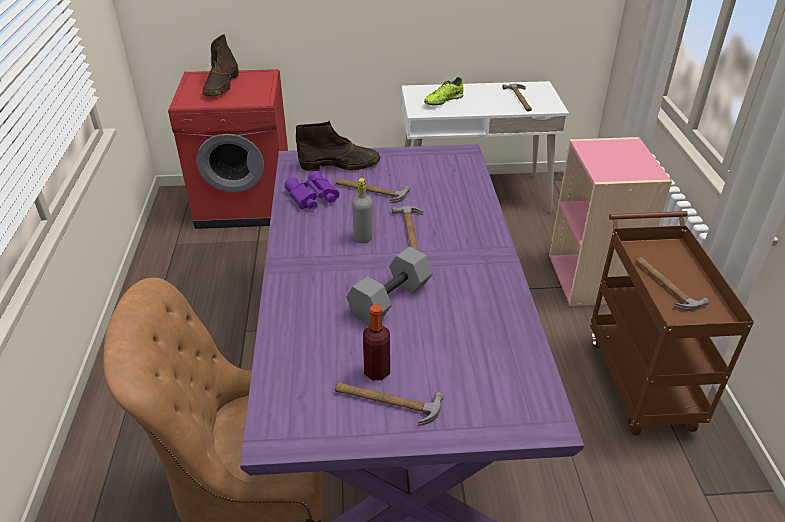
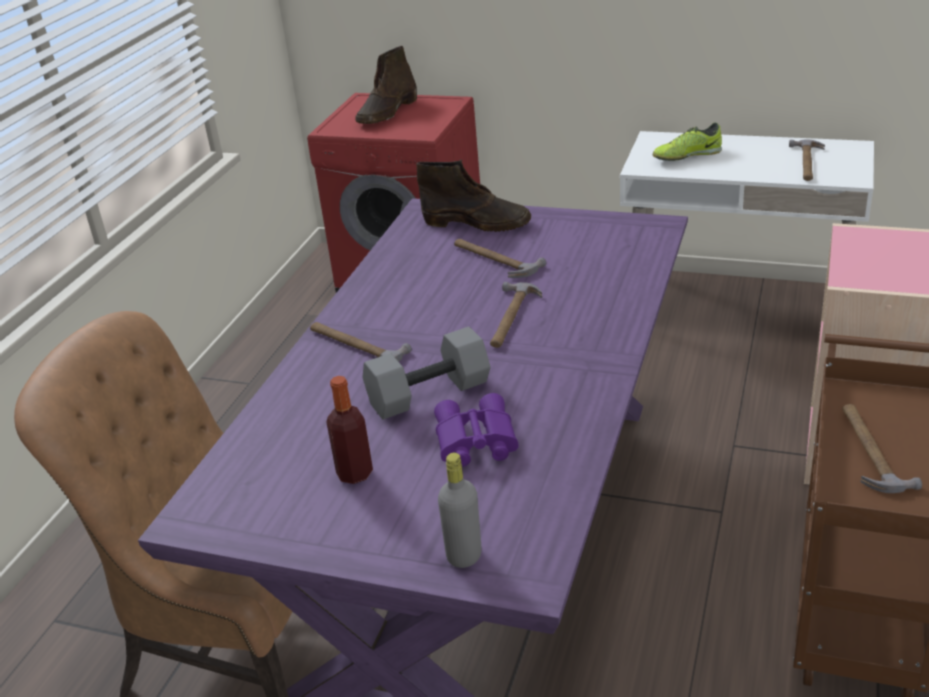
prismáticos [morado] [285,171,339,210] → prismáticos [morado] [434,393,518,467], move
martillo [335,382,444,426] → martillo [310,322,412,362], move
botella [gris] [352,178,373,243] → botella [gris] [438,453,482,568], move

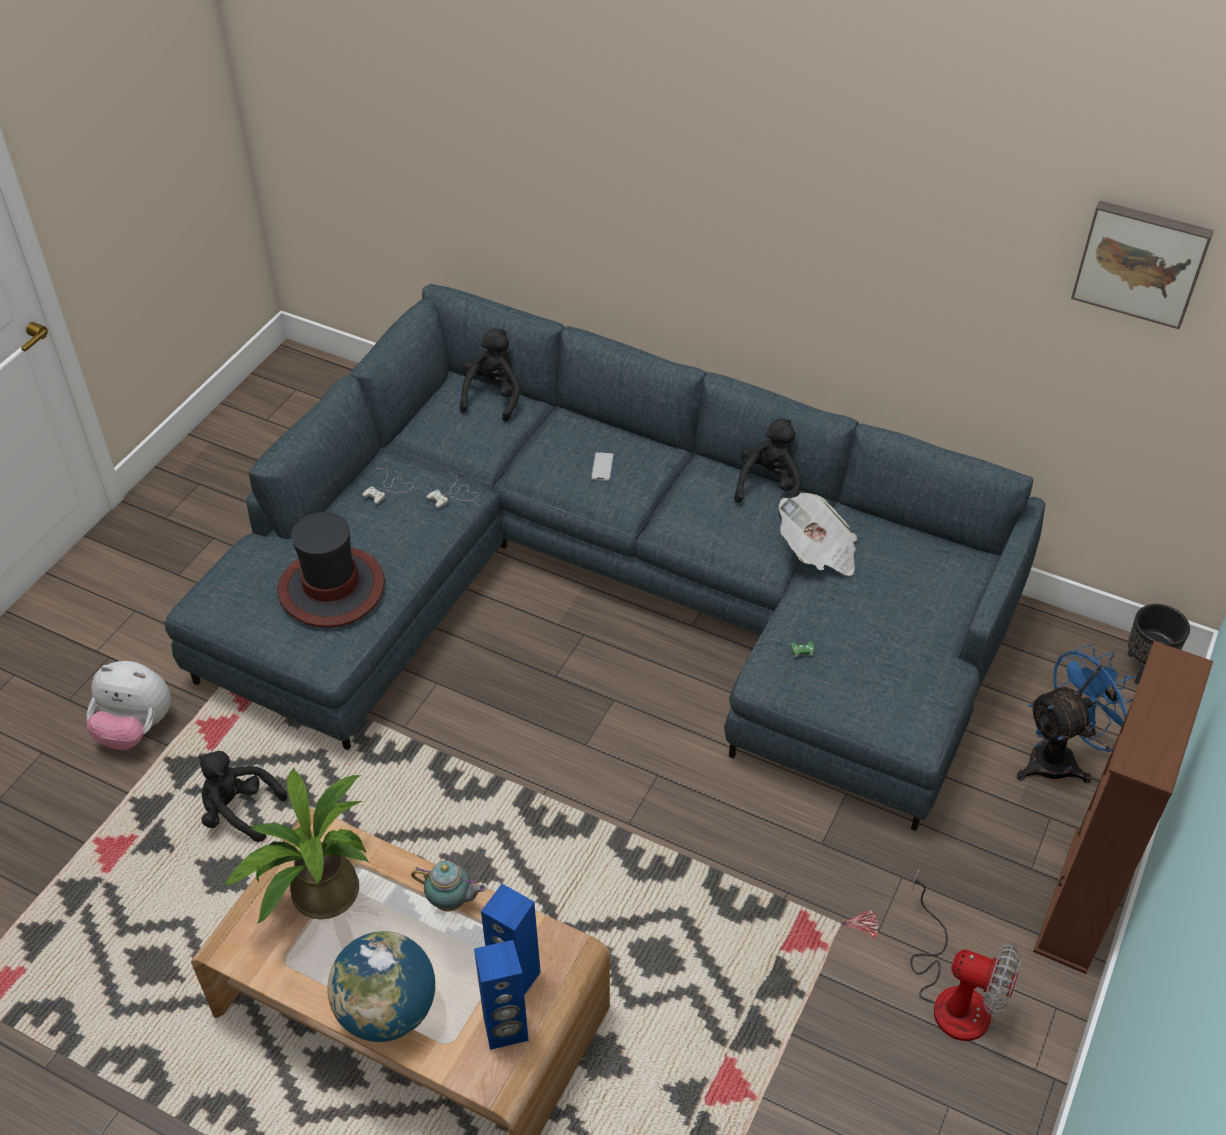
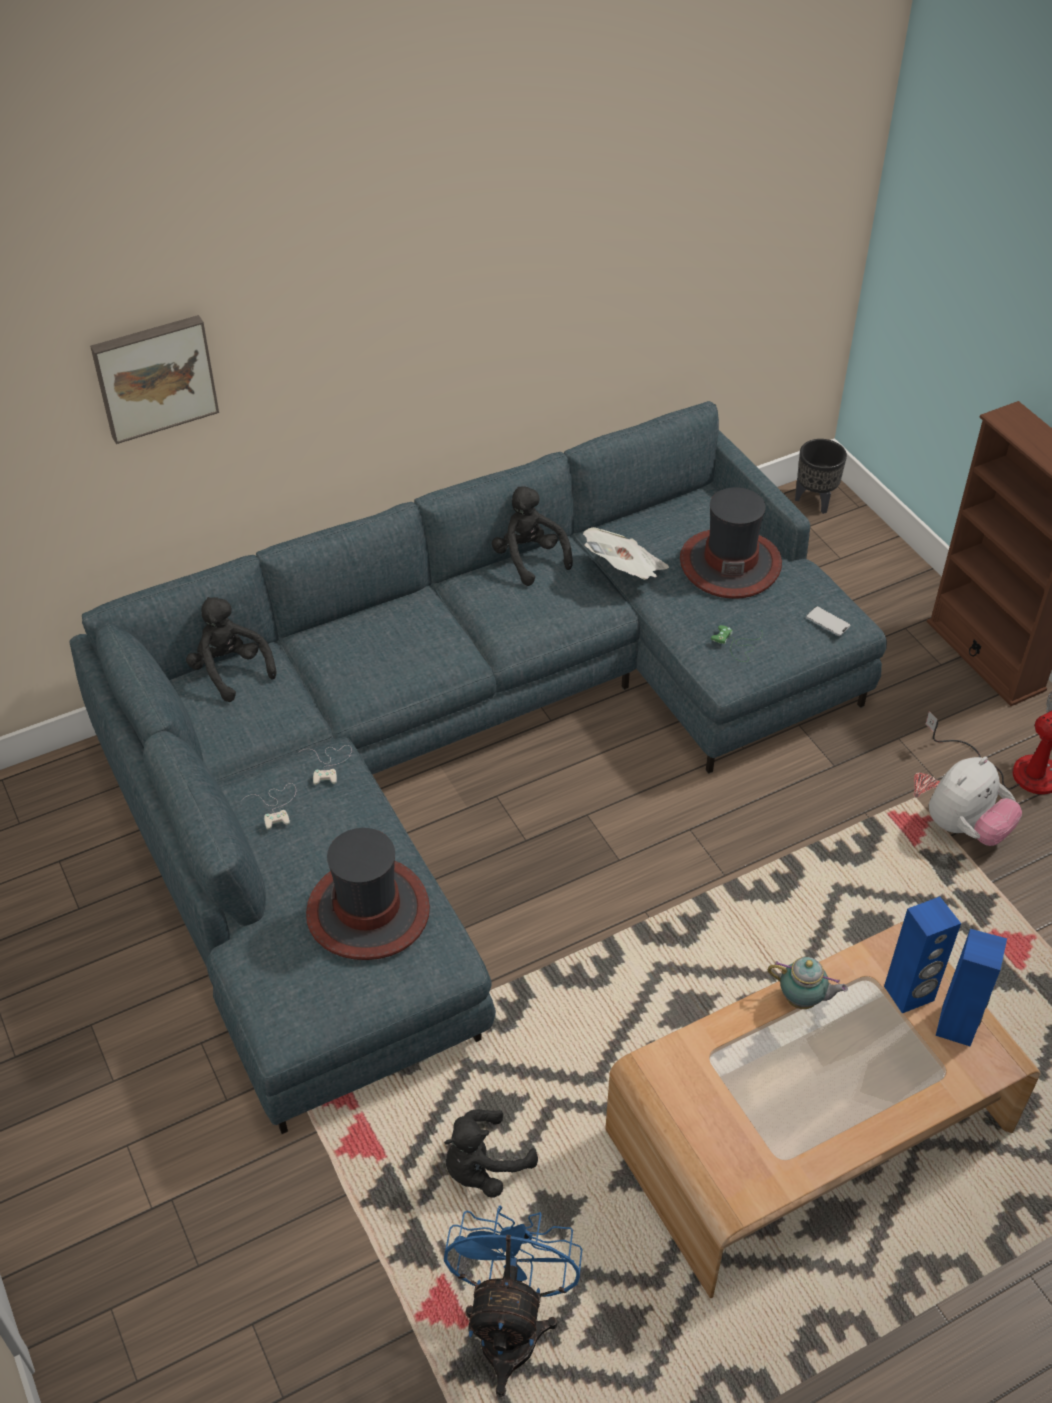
planta en maceta [223,767,368,924] → -
globo terráqueo [327,931,435,1042] → -
- → sombrero [680,487,782,599]
peluche [86,661,171,750] → peluche [929,757,1022,846], move
móvil [591,452,614,481] → móvil [806,606,850,636], move
ventilador [azul] [1017,644,1134,783] → ventilador [azul] [444,1206,582,1397], move
cuadro [1071,201,1214,329] → cuadro [90,315,219,444], move
tetera [411,861,486,911] → tetera [768,957,848,1009], 60 degrees clockwise

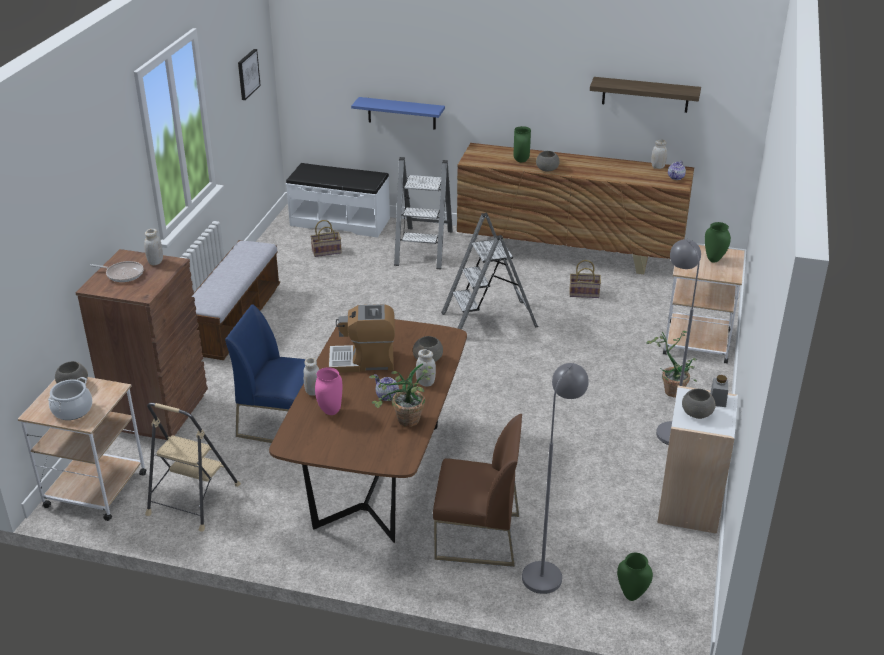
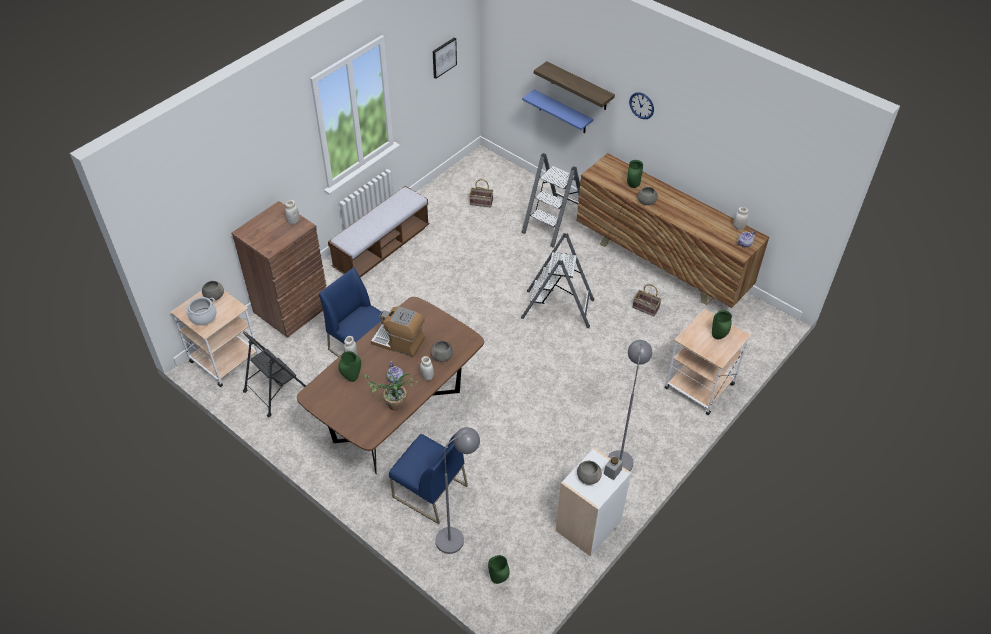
sartén [90,261,143,282] → -
banco [blanco] [286,163,390,238] → -
planta en maceta [646,331,697,397] → -
- → reloj de pared [629,92,654,119]
estante [590,77,701,113] → estante [534,61,615,110], move
escalera de tijera [beis] [145,403,241,532] → escalera de tijera [negro] [243,331,306,417]
florero [rosa] [315,367,342,415] → florero [verde] [338,351,361,382]
silla [marrón] [433,414,522,567] → silla [azul] [389,434,468,524]

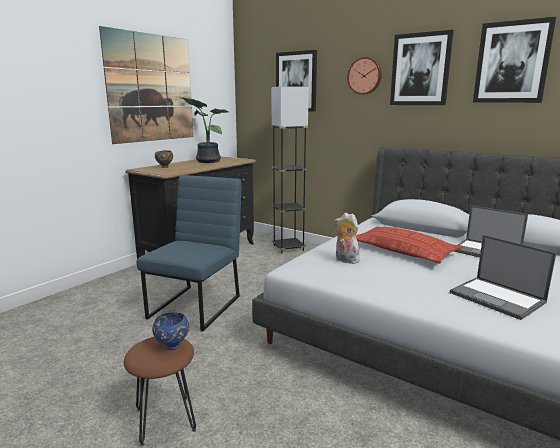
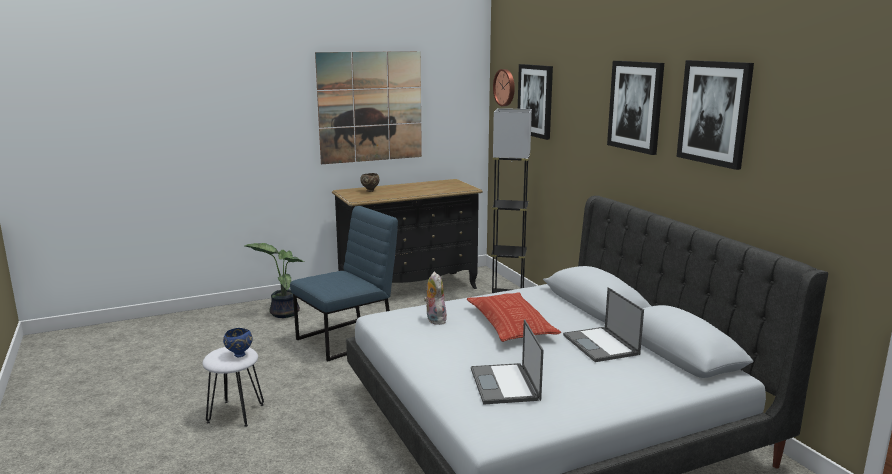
planta en maceta [181,97,228,163] → planta en maceta [245,243,304,318], move
reloj de pared [347,57,382,95] → reloj de pared [493,69,515,106], move
taburete [marrón] [124,337,196,446] → taburete [blanco] [202,347,264,427]

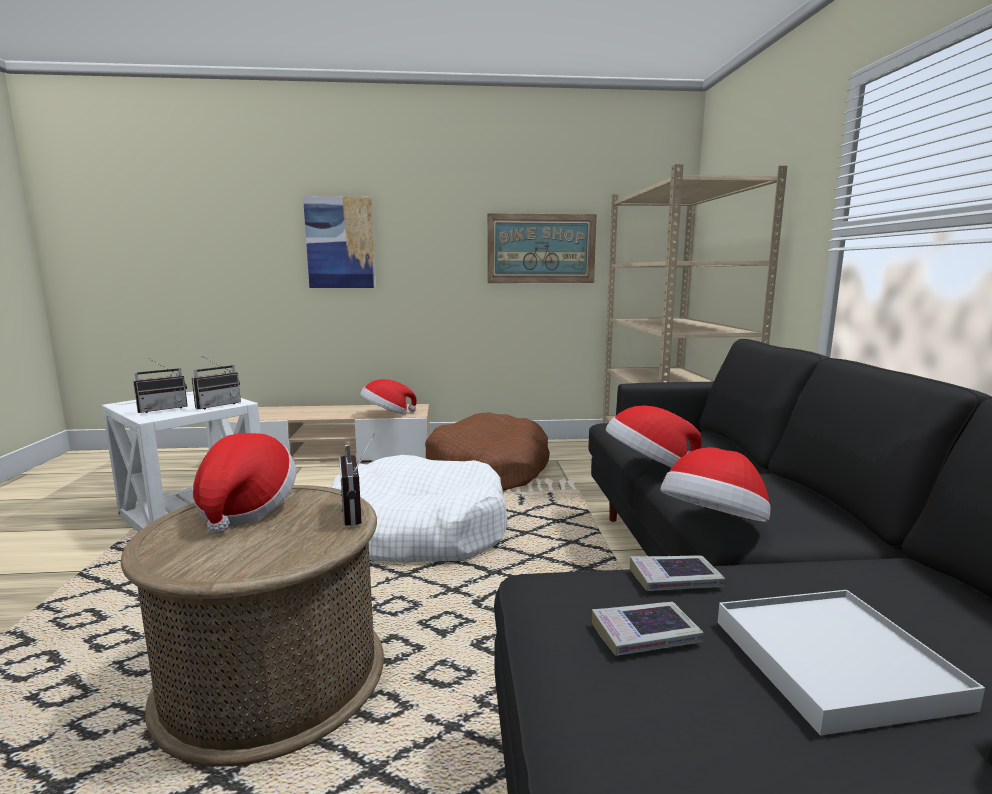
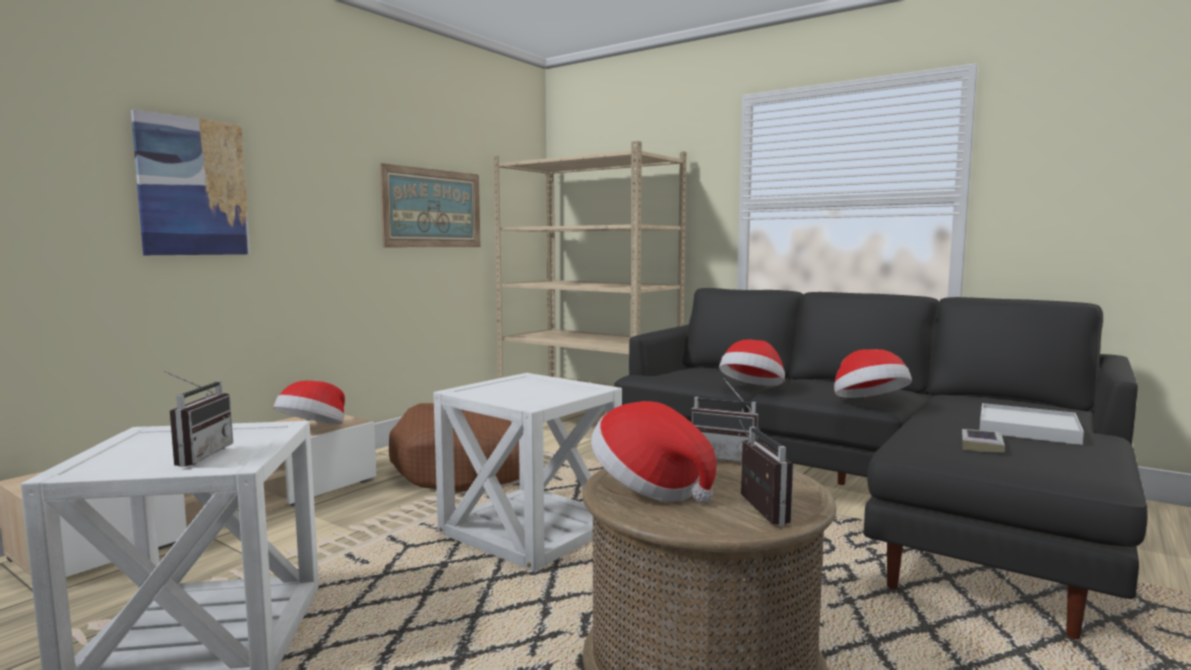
libro [630,556,725,591] → -
radio [192,356,241,409] → radio [739,420,794,525], move
cama para perro [blanco] [331,455,508,563] → mesa auxiliar [blanco] [434,373,622,571]

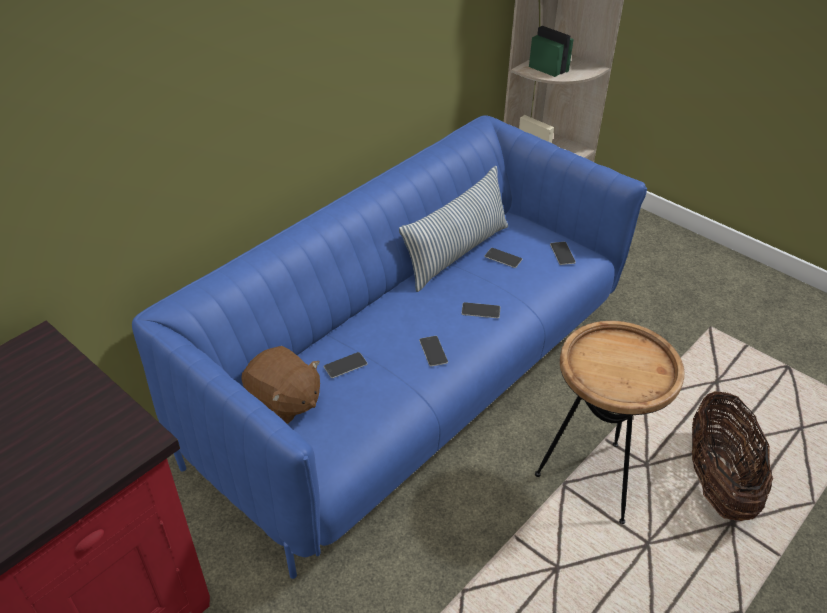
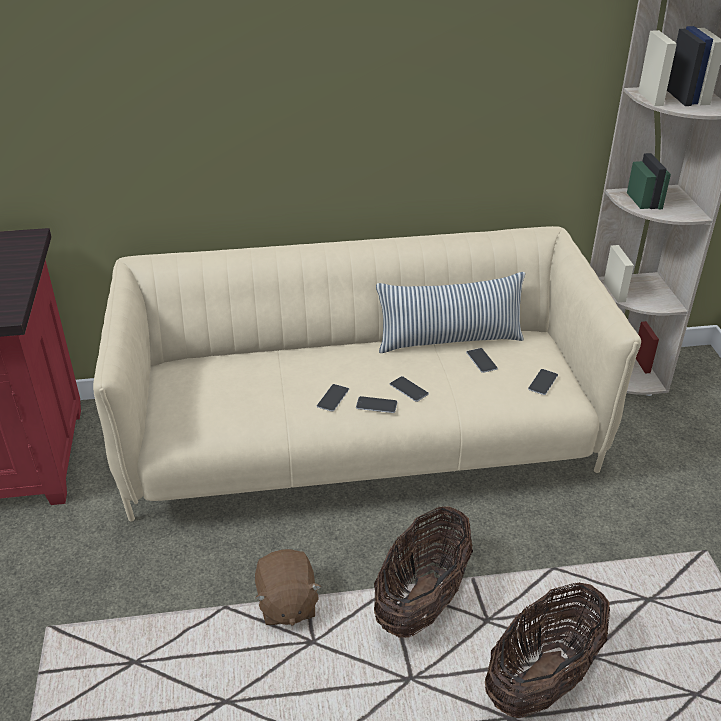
peluche [marrón] [241,346,320,424] → peluche [marrón] [255,549,321,626], move
móvil [324,352,368,378] → móvil [356,396,397,413], move
mesa auxiliar [marrón] [535,321,684,524] → cesta [374,506,473,638]
sofá [azul] [132,115,647,579] → sofá [beis] [93,226,641,521]

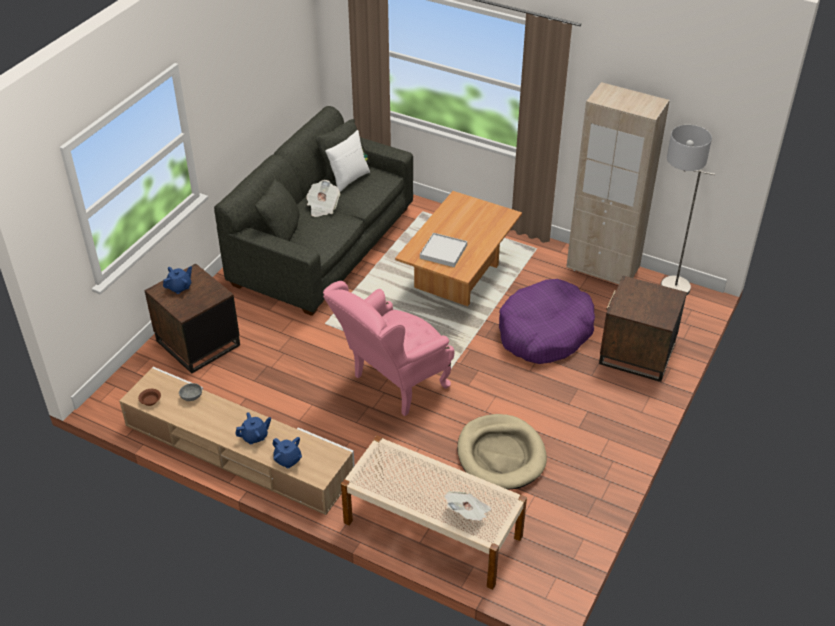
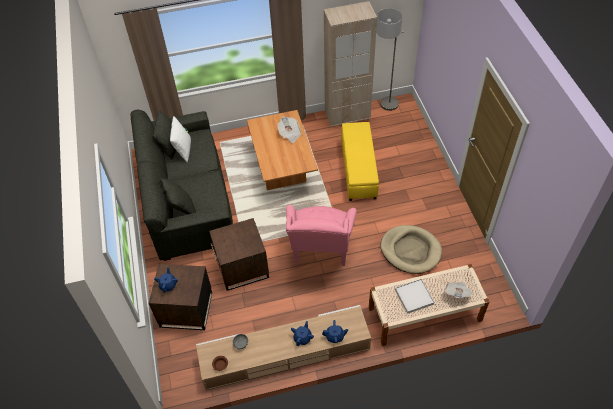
periódico [306,180,340,217] → periódico [277,116,302,143], move
bandeja [blanco] [420,233,467,267] → bandeja [blanco] [395,279,434,314], move
mesa auxiliar [marrón] [599,276,687,382] → mesa auxiliar [marrón] [209,218,269,291], move
cama para perro [morado] [499,279,595,364] → puf [amarillo] [341,122,379,201]

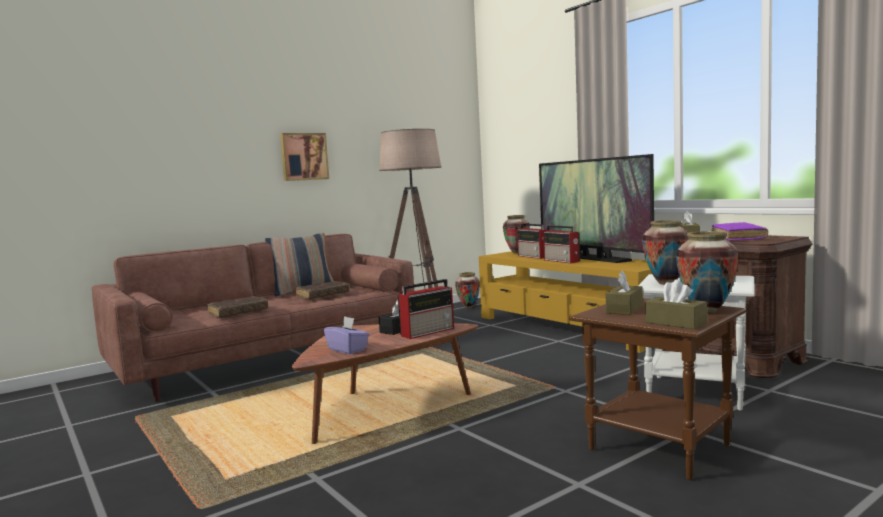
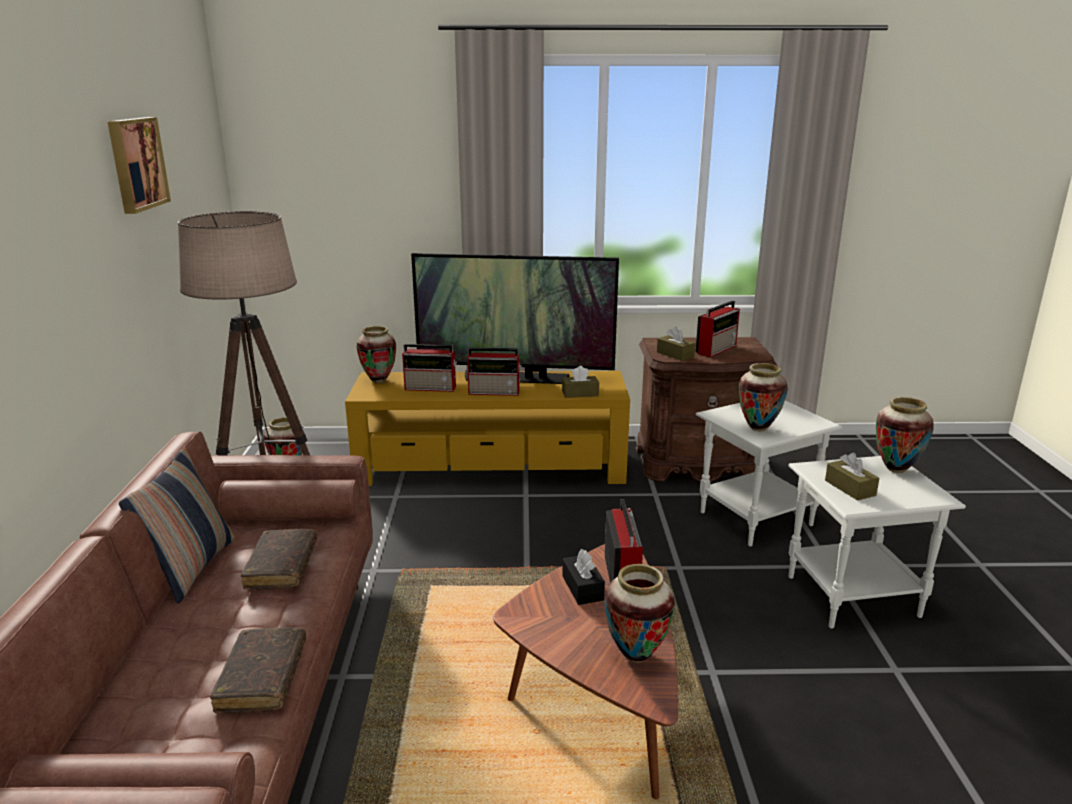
cuadro [280,133,329,181] → cuadro [107,117,171,214], move
caja de pañuelos [marrón] [645,279,707,329] → caja de pañuelos [marrón] [562,366,599,398], move
caja de pañuelos [morado] [324,316,369,354] → florero [604,564,675,663]
libro [morado] [712,222,768,241] → radio [695,301,740,357]
mesa auxiliar [marrón] [569,298,747,480] → mesa auxiliar [blanco] [788,456,966,629]

